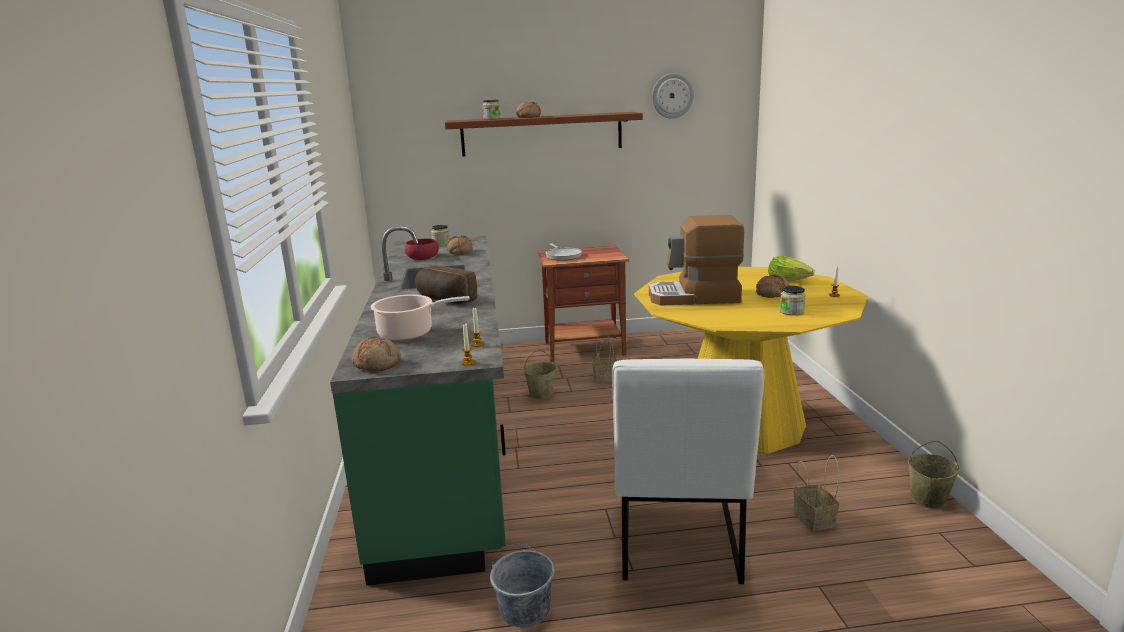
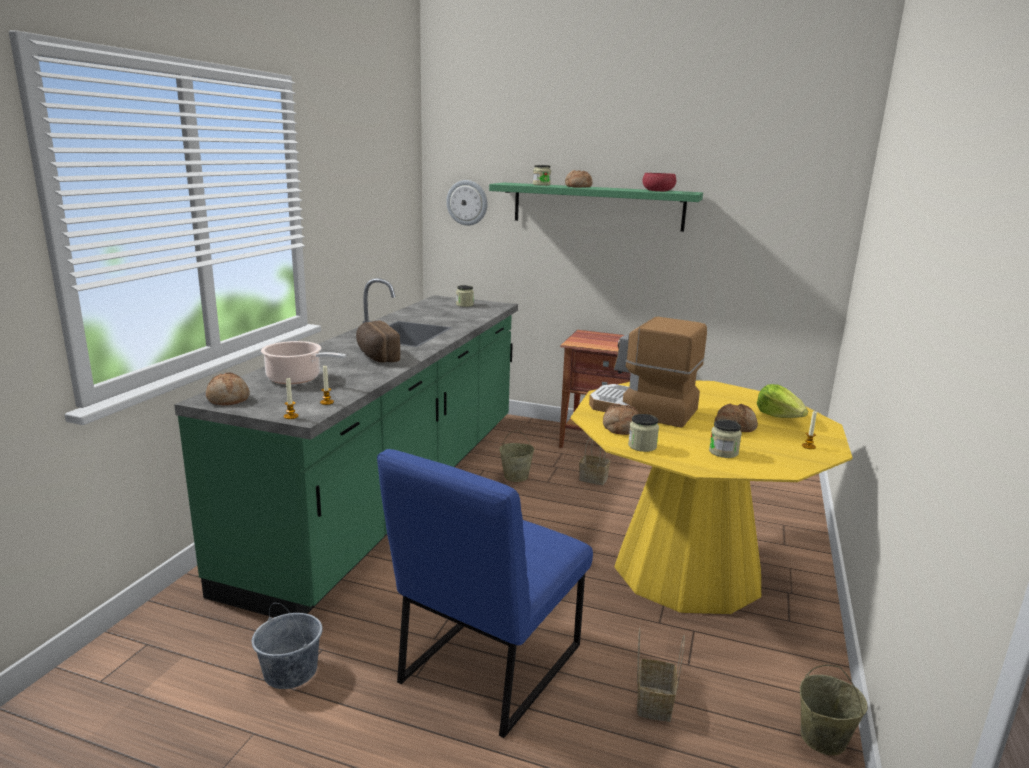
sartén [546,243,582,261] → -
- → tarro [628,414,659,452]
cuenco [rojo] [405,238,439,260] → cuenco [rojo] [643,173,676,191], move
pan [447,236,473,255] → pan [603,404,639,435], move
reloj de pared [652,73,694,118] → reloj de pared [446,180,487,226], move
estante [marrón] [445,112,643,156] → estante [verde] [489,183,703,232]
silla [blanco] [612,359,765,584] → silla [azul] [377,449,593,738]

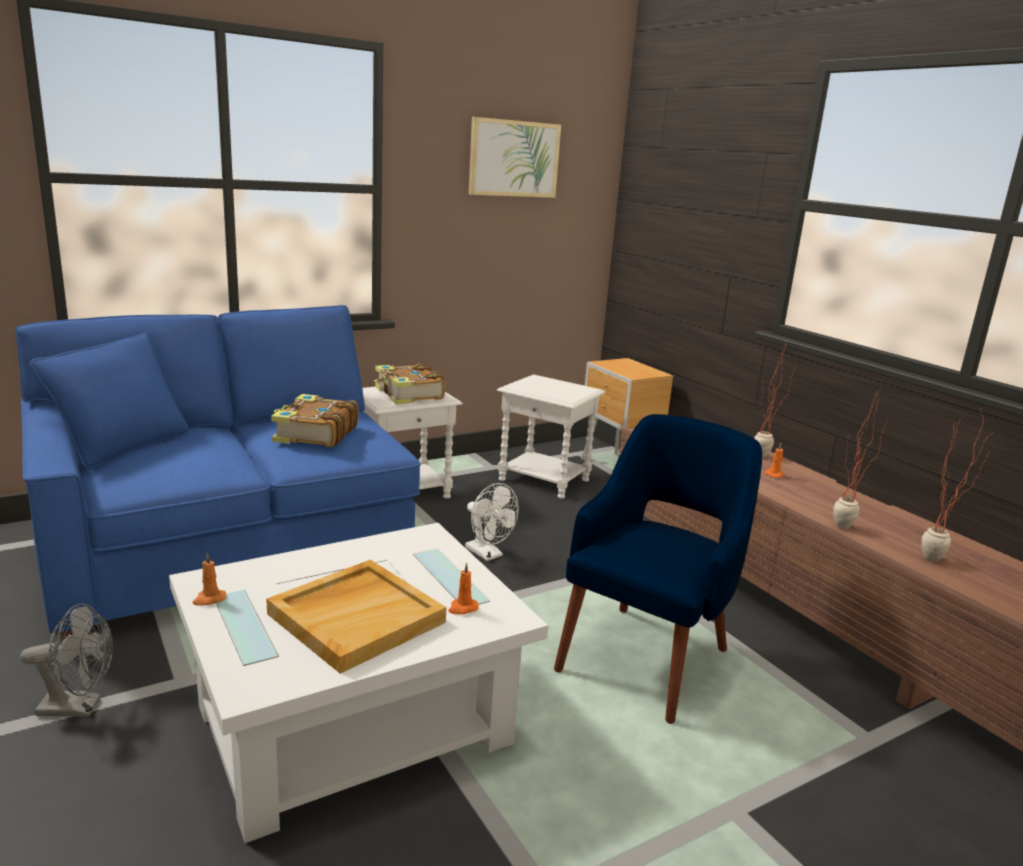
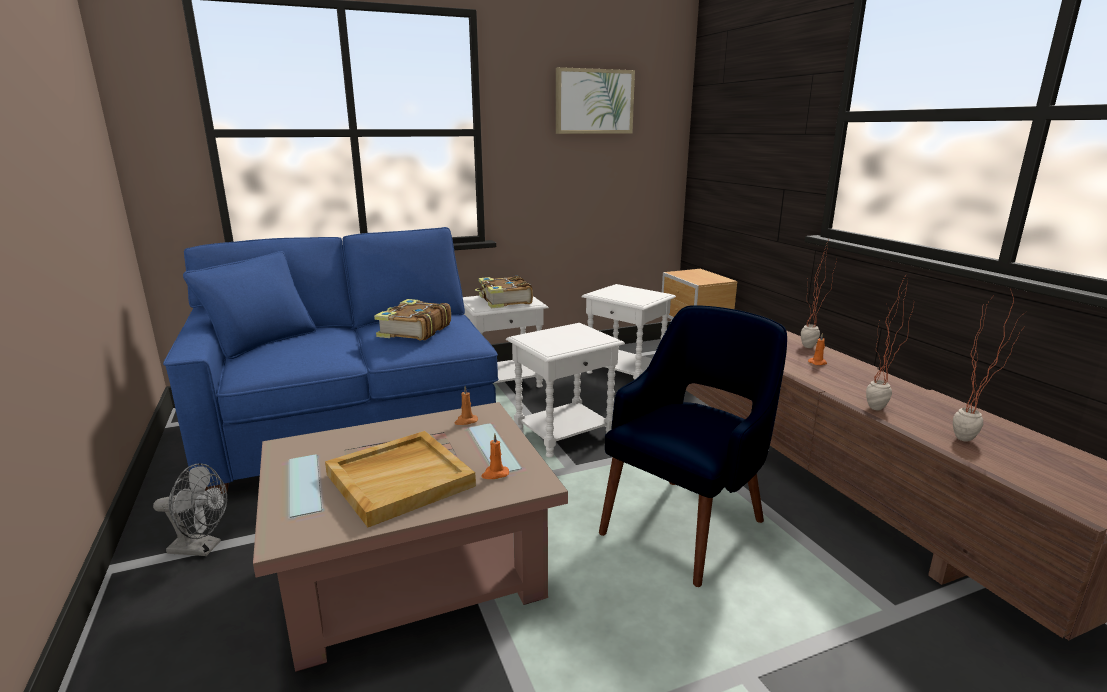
vela [naranja] [193,553,227,606] → vela [naranja] [454,386,478,425], move
ventilador [blanco] [465,483,519,561] → mesa auxiliar [blanco] [506,323,625,457]
mesa de centro [blanco] [169,523,548,843] → mesa de centro [marrón] [253,402,568,672]

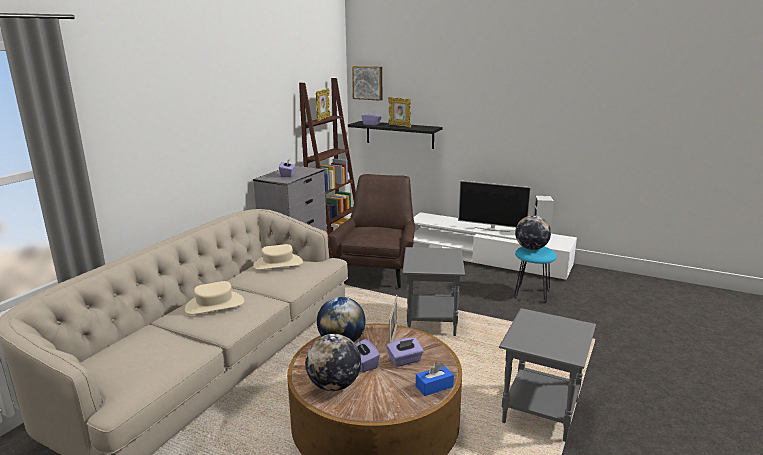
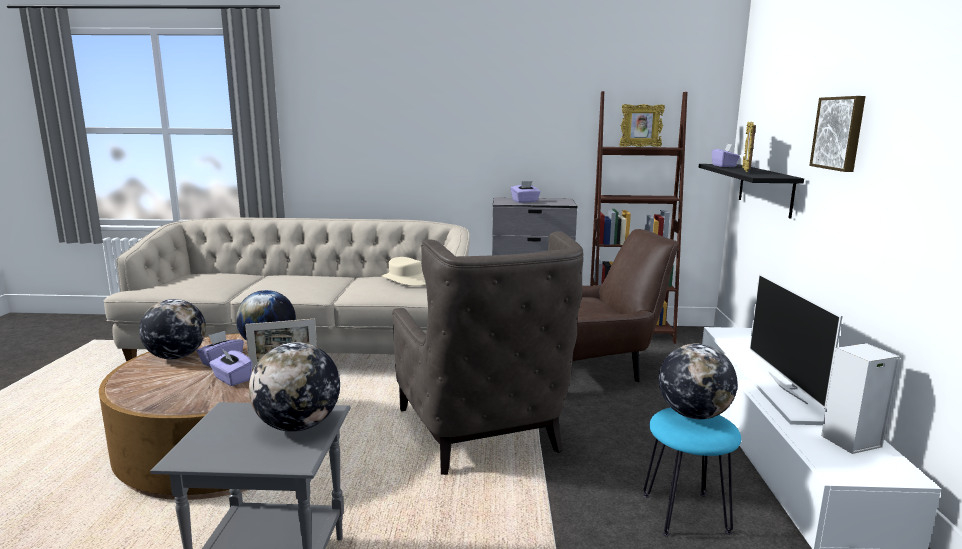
sombrero [beis] [185,281,244,314] → -
caja de pañuelos [azul] [416,363,454,396] → -
- → globo terráqueo [249,342,340,432]
cuadro [352,66,382,101] → cuadro [809,96,866,172], move
mesa auxiliar [gris] [402,247,465,336] → sillón [gris] [393,231,584,475]

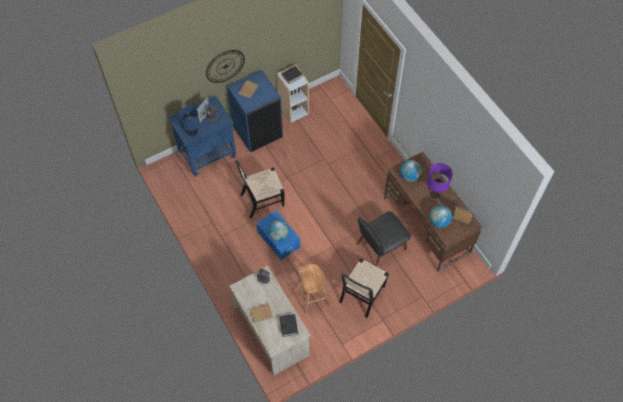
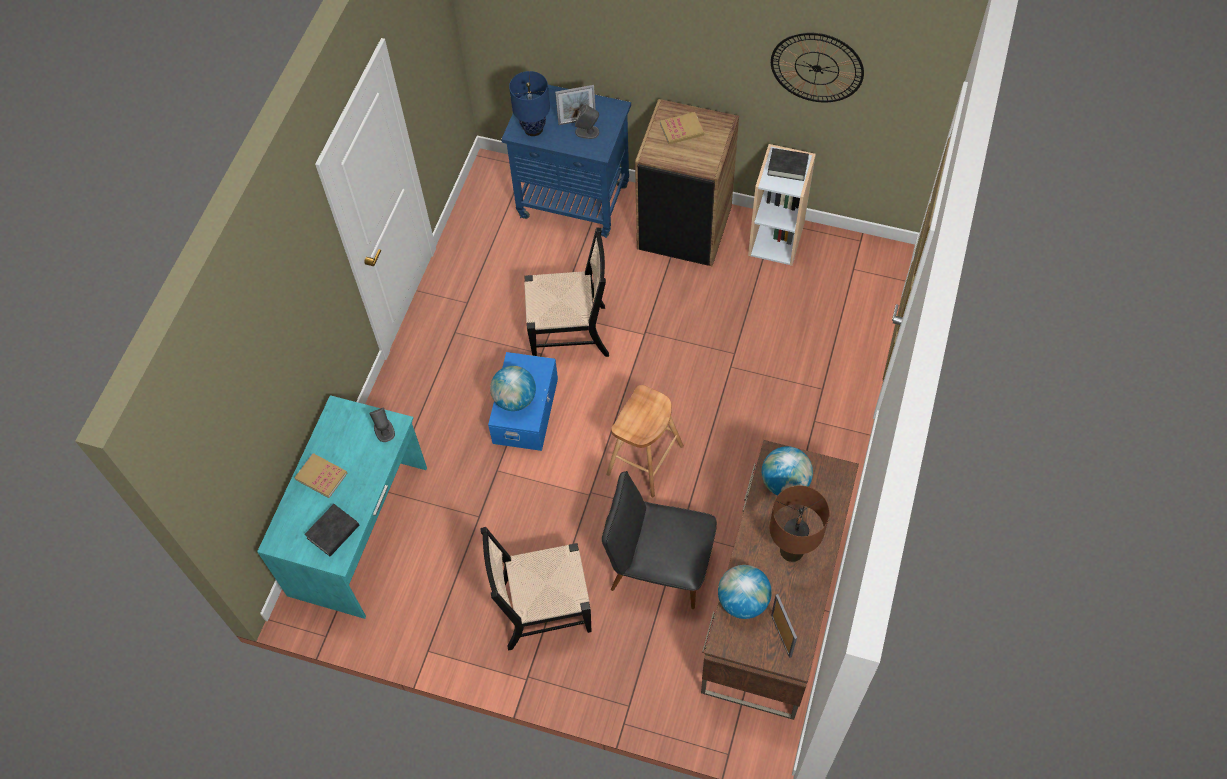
reloj de pared [206,50,245,83] → reloj de pared [771,33,864,102], move
taburete [marrón] [296,264,330,314] → taburete [marrón] [606,385,684,497], move
armario [azul] [227,70,283,152] → armario [marrón] [635,99,739,266]
escritorio [beis] [229,266,311,376] → escritorio [turquesa] [257,395,427,619]
lámpara de mesa [morado] [427,163,453,199] → lámpara de mesa [marrón] [770,485,829,562]
silla [235,160,284,219] → silla [524,228,609,357], 150 degrees clockwise

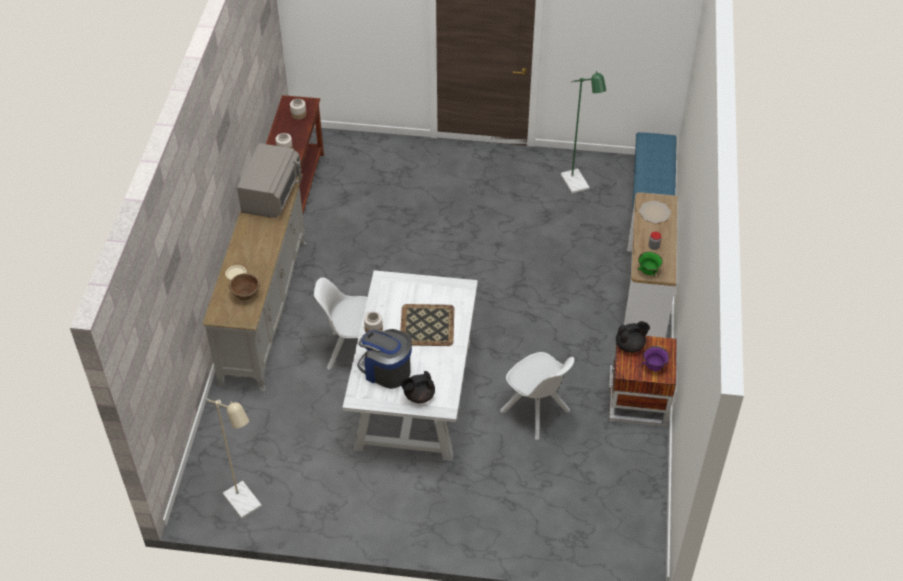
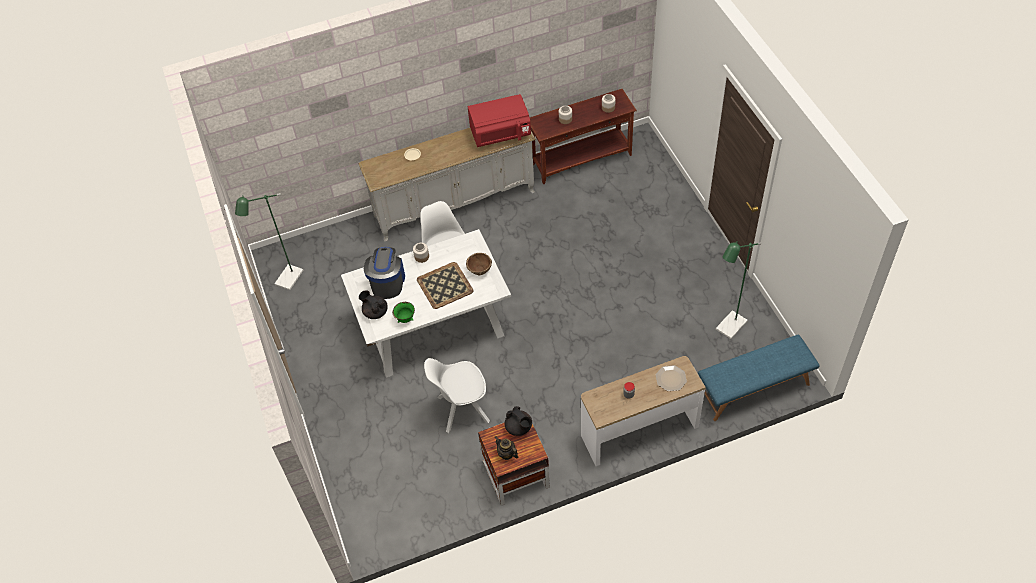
cuenco [marrón] [229,273,260,300] → cuenco [marrón] [466,253,492,275], move
cuenco [verde] [638,252,663,276] → cuenco [verde] [392,302,415,323], move
cuenco [morado] [643,346,669,372] → tetera [494,436,518,460]
lámpara de pie [beis] [205,398,262,519] → lámpara de pie [verde] [235,193,303,290]
microondas [gris] [237,143,301,218] → microondas [rojo] [468,94,531,147]
silla [blanco] [500,352,574,440] → silla [blanco] [424,358,490,433], 60 degrees clockwise

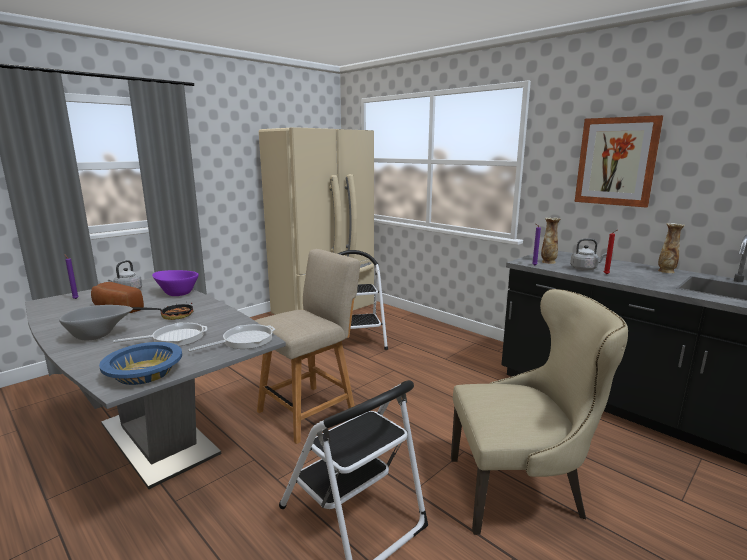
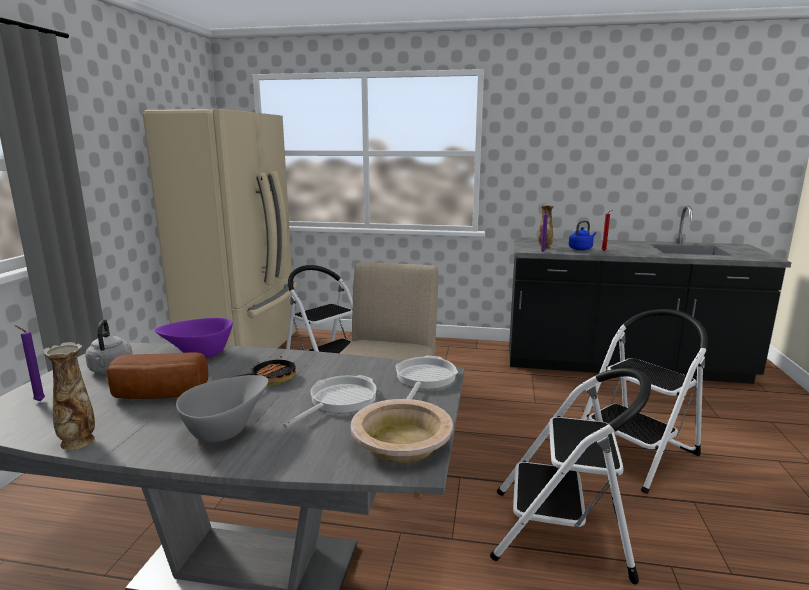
cuadro [575,115,663,208] → -
florero [658,223,685,273] → florero [43,342,95,450], move
silla [beis] [451,289,628,535] → escalera de tijera [581,309,708,494]
cuenco [azul] [99,342,182,385] → cuenco [beis] [351,399,453,463]
hervidor [gris] [570,238,607,271] → hervidor [azul] [569,221,596,250]

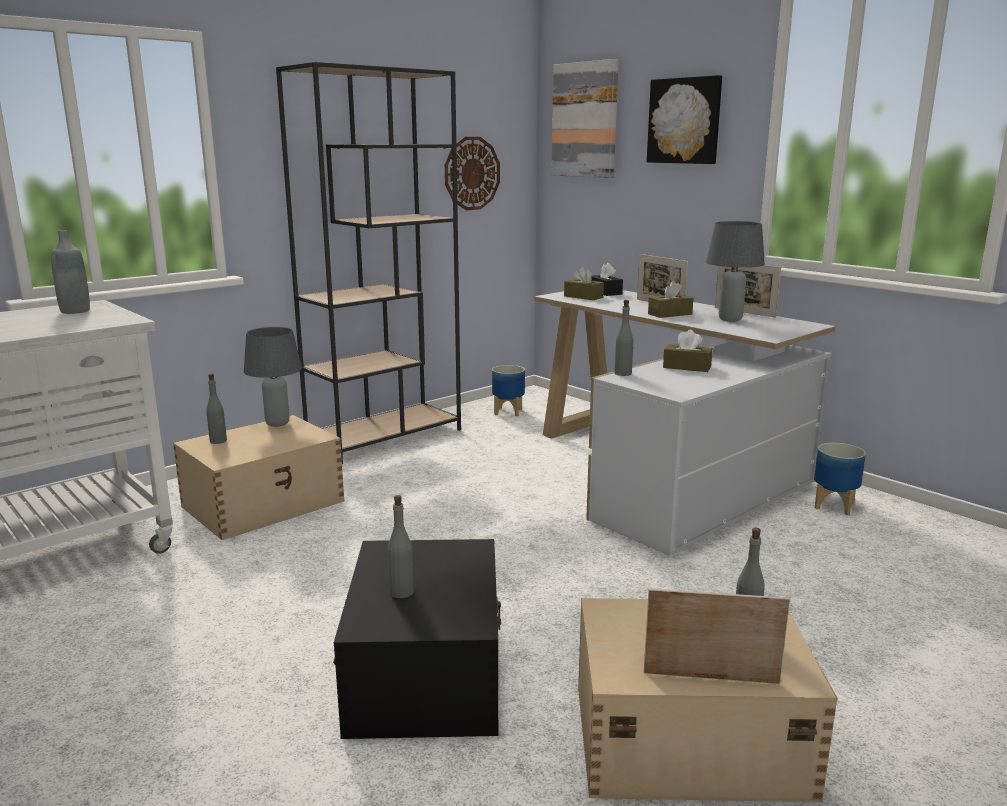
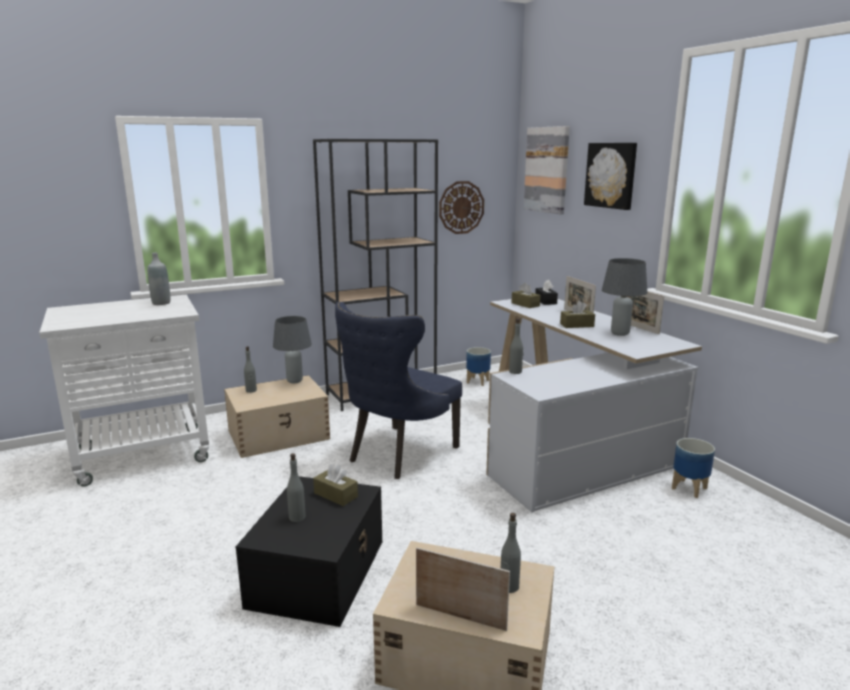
- → silla [azul] [335,301,462,479]
caja de pañuelos [marrón] [663,330,713,372] → caja de pañuelos [marrón] [313,463,358,506], move

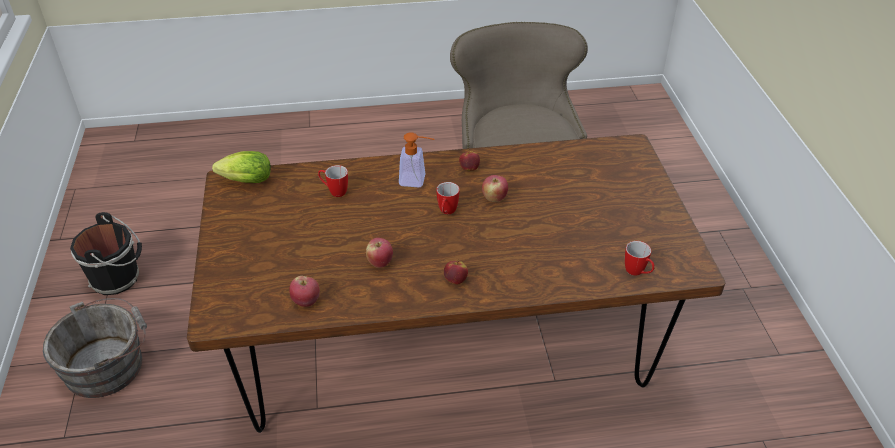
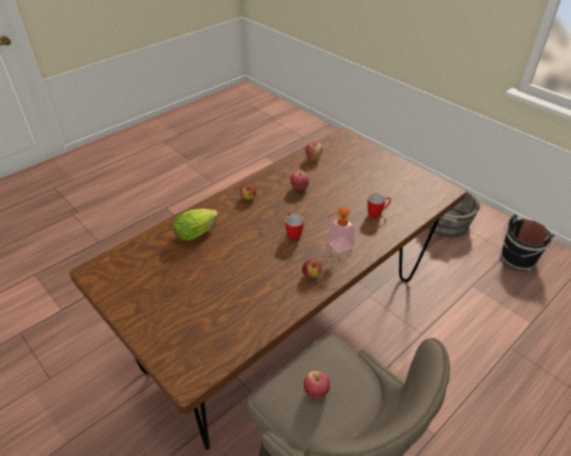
taza grande [625,241,655,276] → -
lechuga [212,151,271,183] → lechuga [173,209,218,241], move
manzana [482,175,508,202] → manzana [304,371,330,399], move

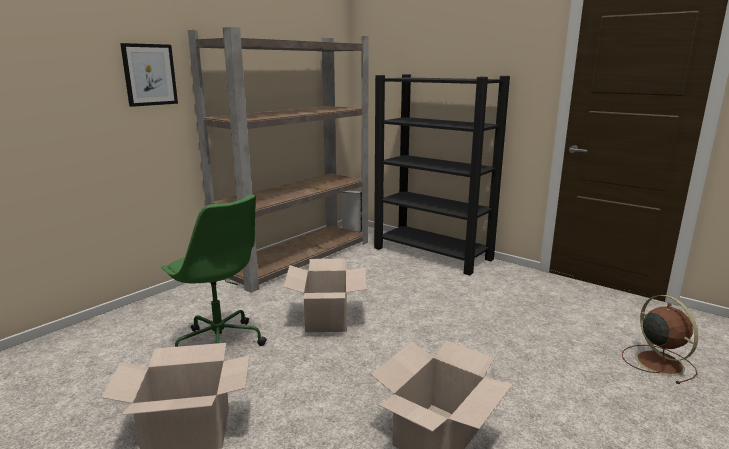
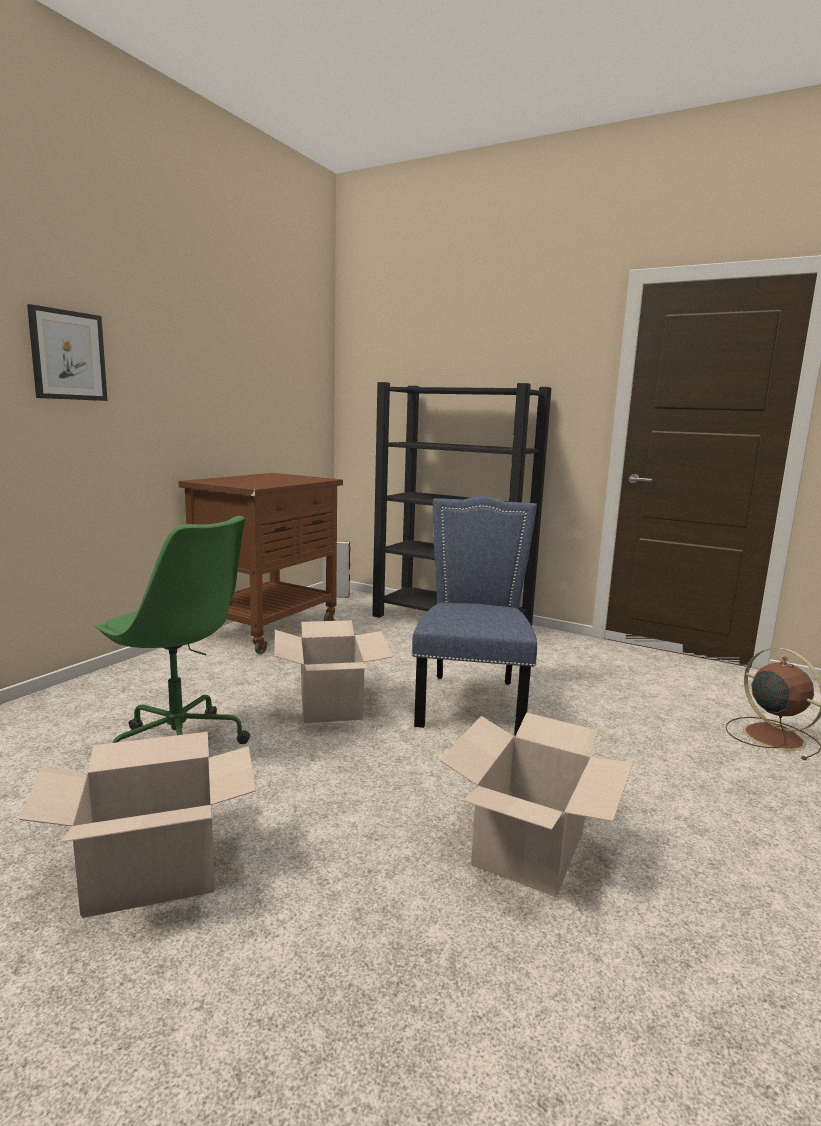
- → silla [azul] [412,496,537,736]
estantería [marrón] [188,27,369,293] → carrito [marrón] [178,473,343,654]

